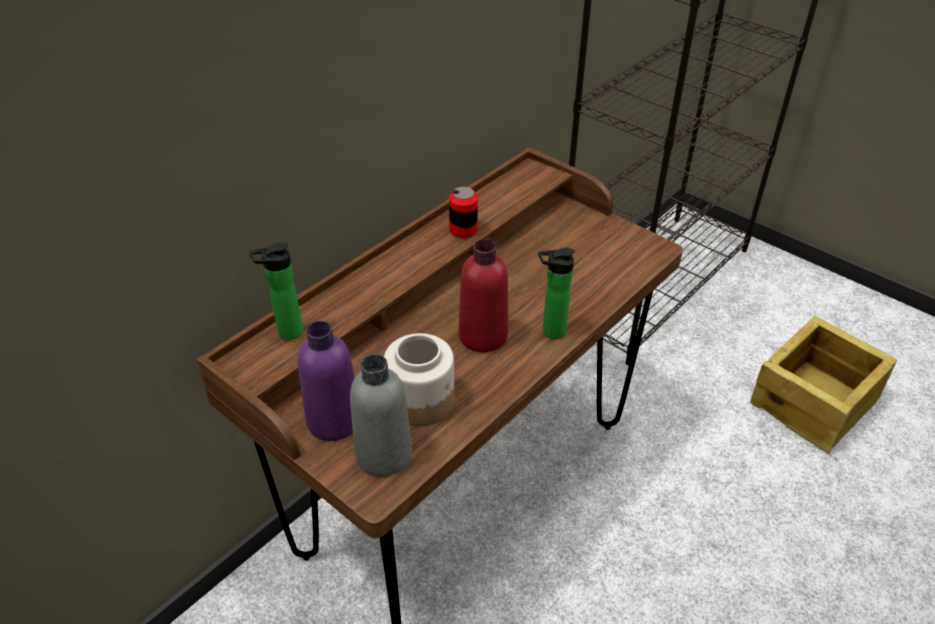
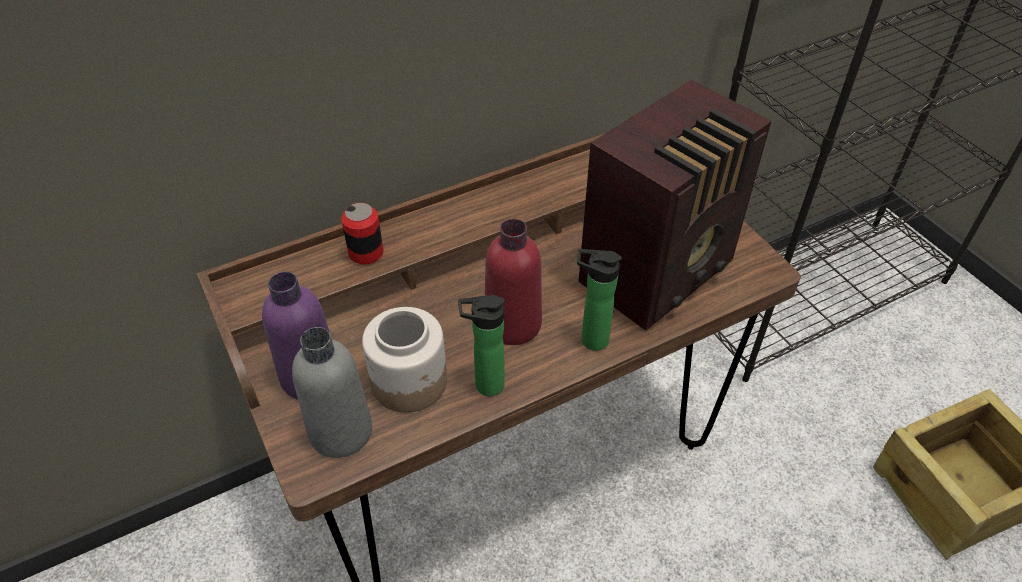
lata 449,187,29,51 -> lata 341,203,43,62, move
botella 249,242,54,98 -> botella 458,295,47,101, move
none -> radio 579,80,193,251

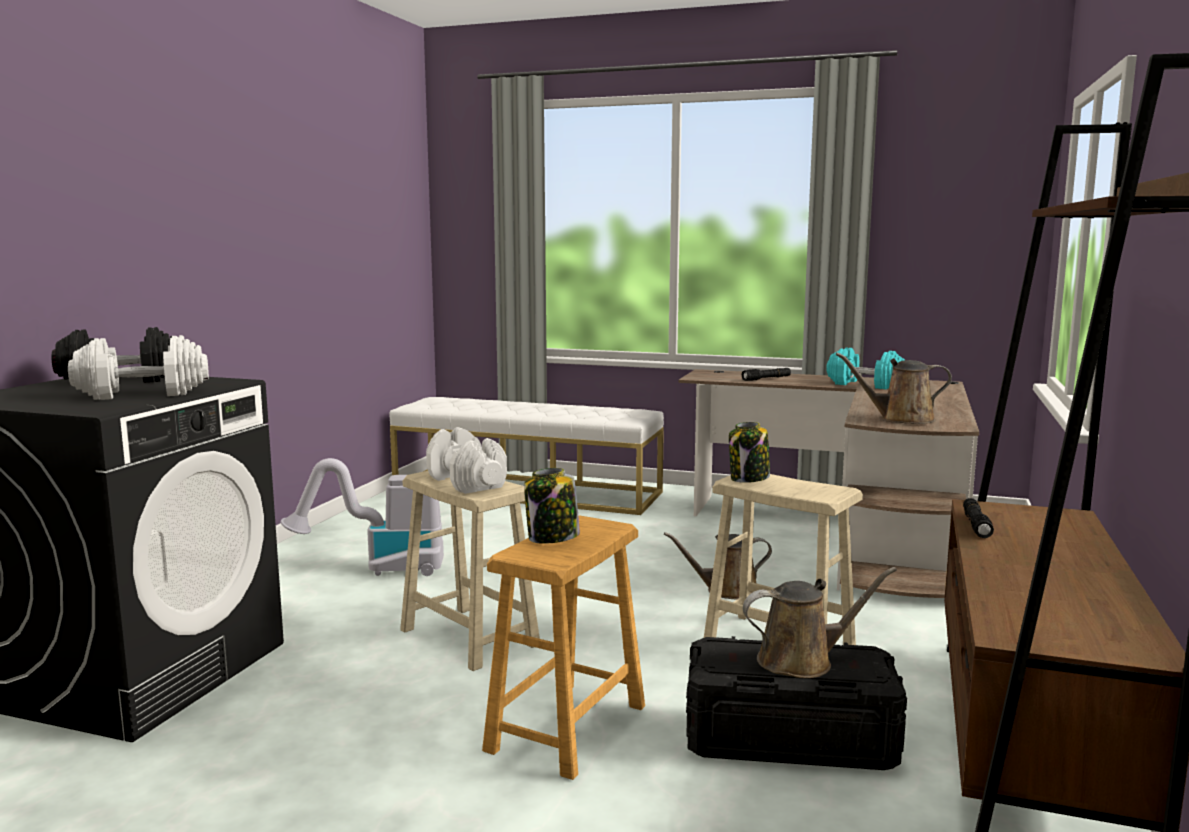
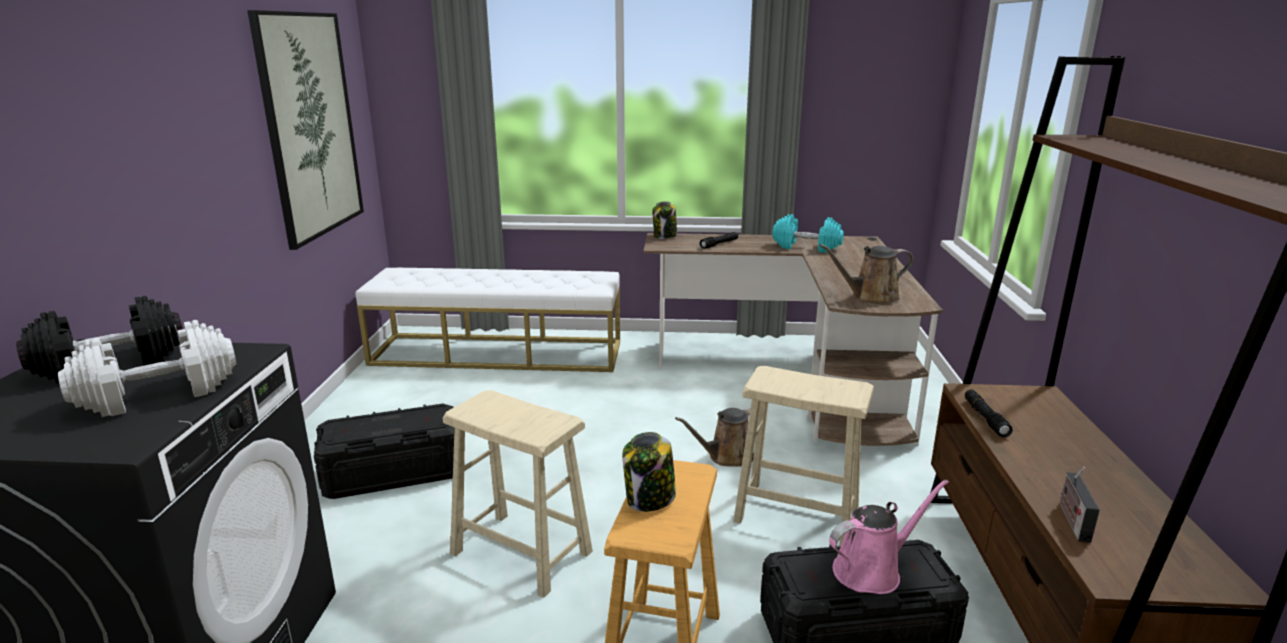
none -> cuadro 247,10,117,240
aspiradora 281,458,163,118 -> caja de almacenaje/negro 314,404,141,95
tarro 729,422,41,61 -> tarro 652,201,25,38, move
regadera/marrón 743,567,154,111 -> regadera/rosa 829,480,120,114
none -> radio 1059,467,41,76
mancuerna/blanco 426,427,81,67 -> none

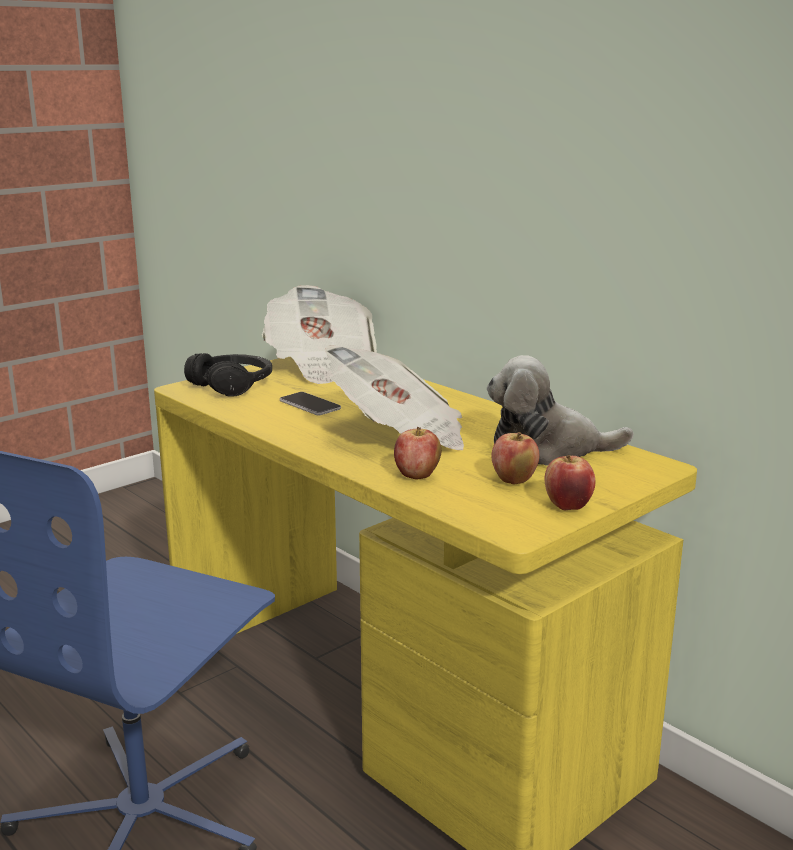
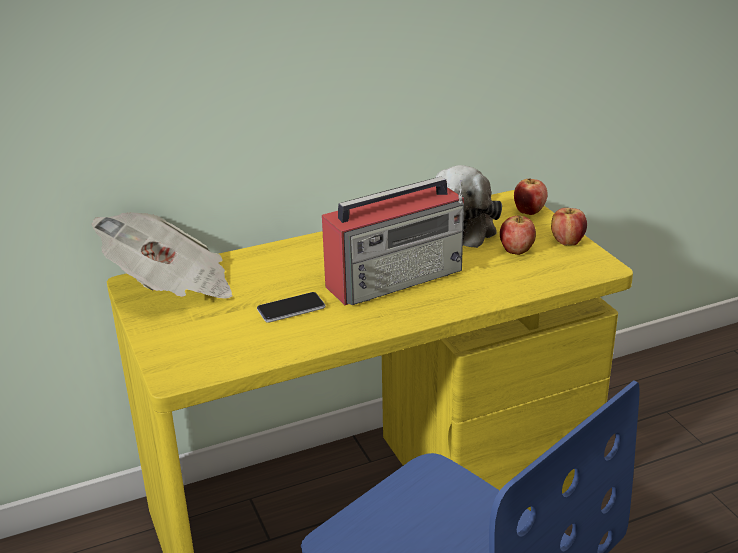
periódico 325,345,139,105 -> radio 322,177,142,128
manzana 394,427,47,53 -> manzana 514,178,33,37, move
auriculares/negro 184,353,88,44 -> none

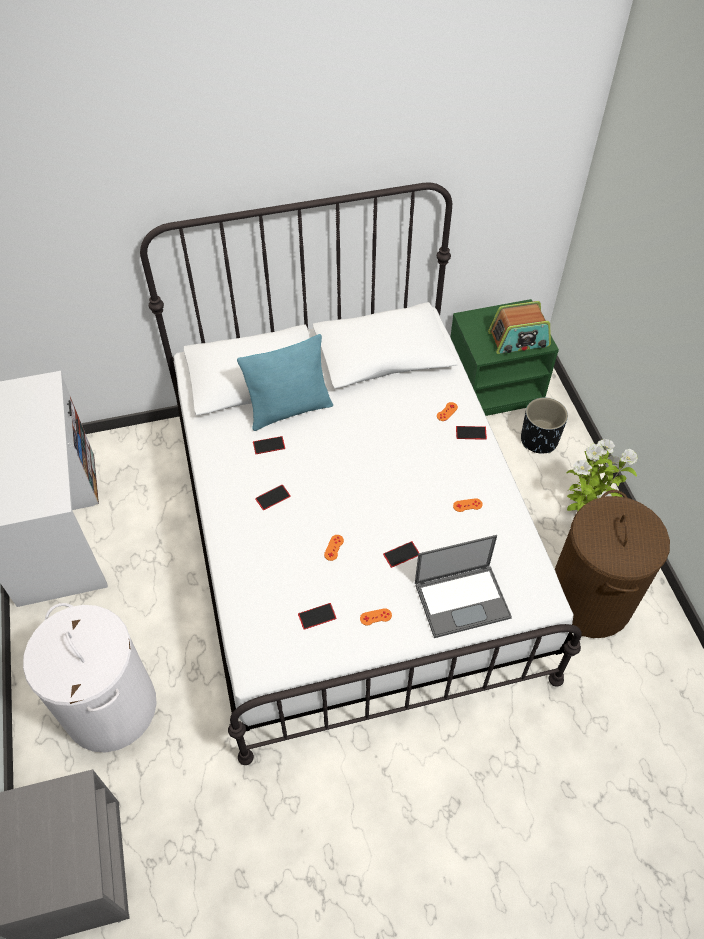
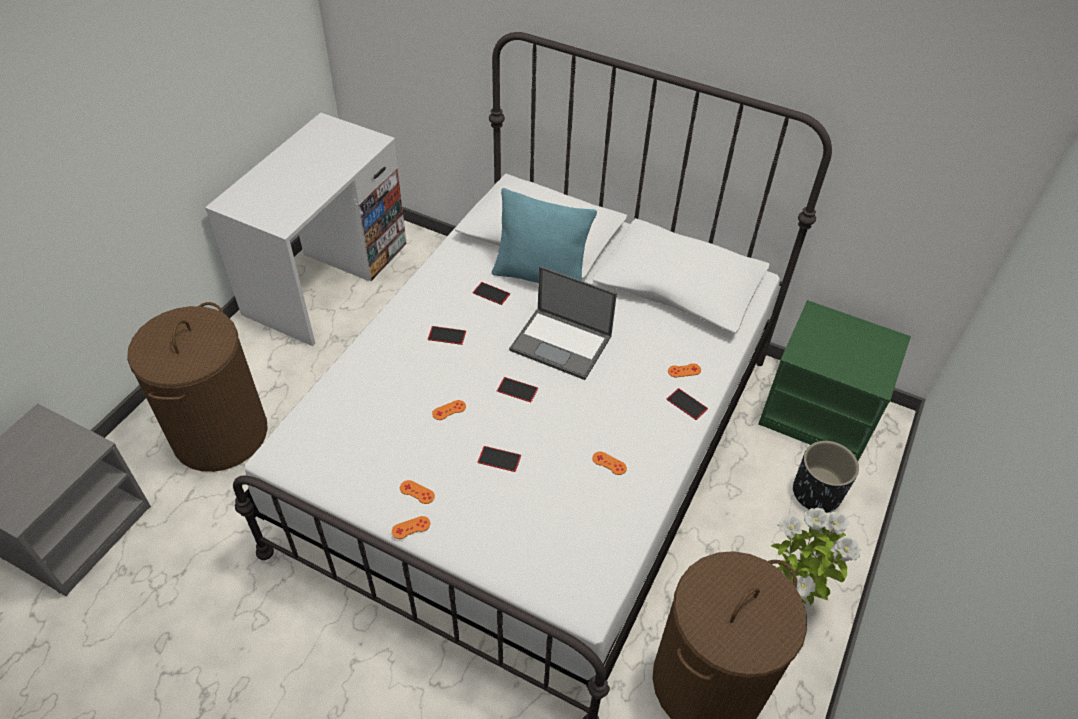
cesto de la ropa/blanco 23,603,134,149 -> cesto de la ropa/marrón 127,302,141,170
none -> mando de consola/naranja 392,516,38,23
móvil 298,603,39,27 -> móvil 497,377,41,25, move
portátil 415,535,97,103 -> portátil 509,266,108,114, move
radio 488,301,63,53 -> none

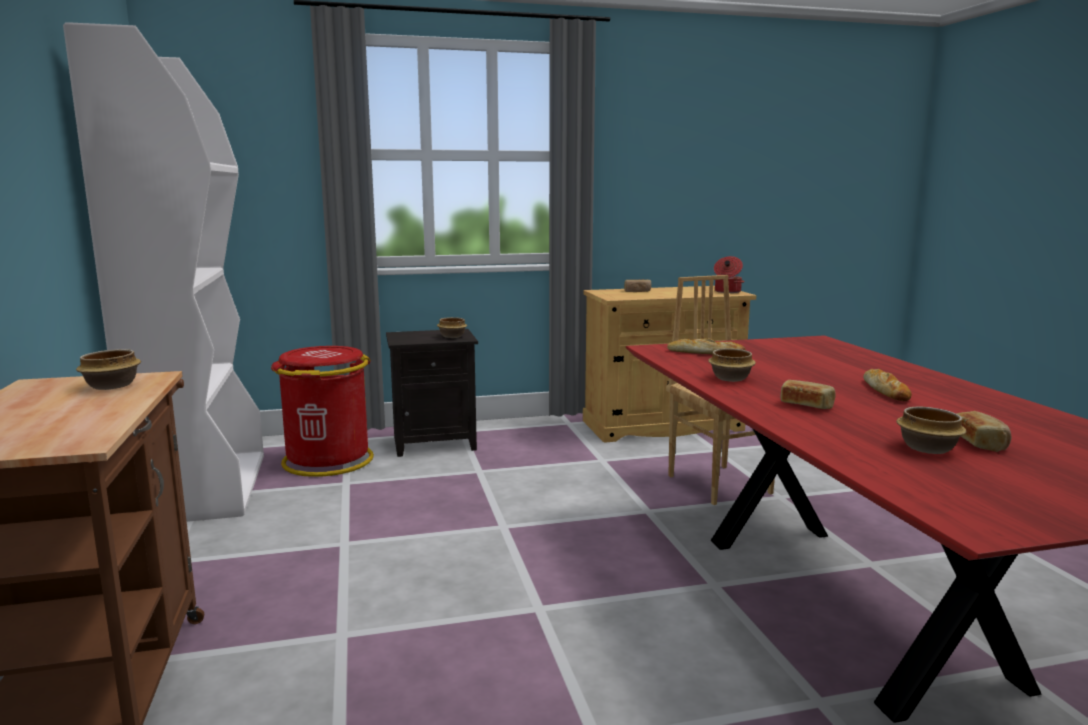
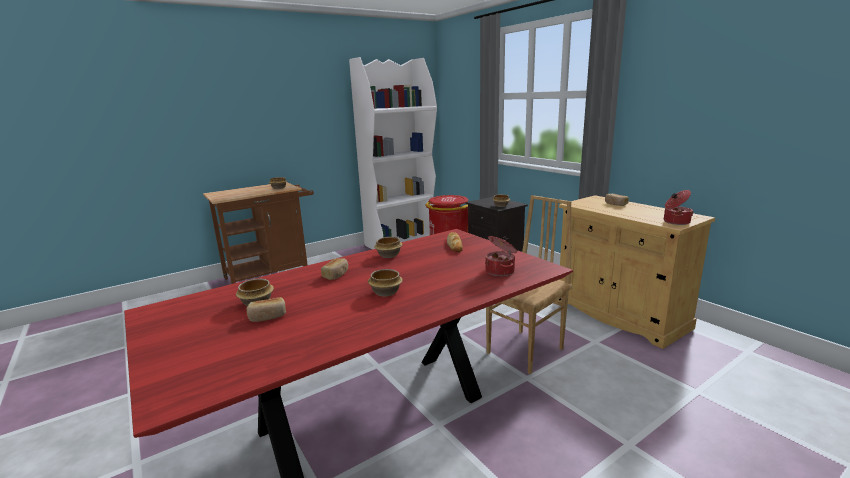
pan 863,368,49,33 -> cuenco 368,269,35,28
none -> olla 485,236,32,40

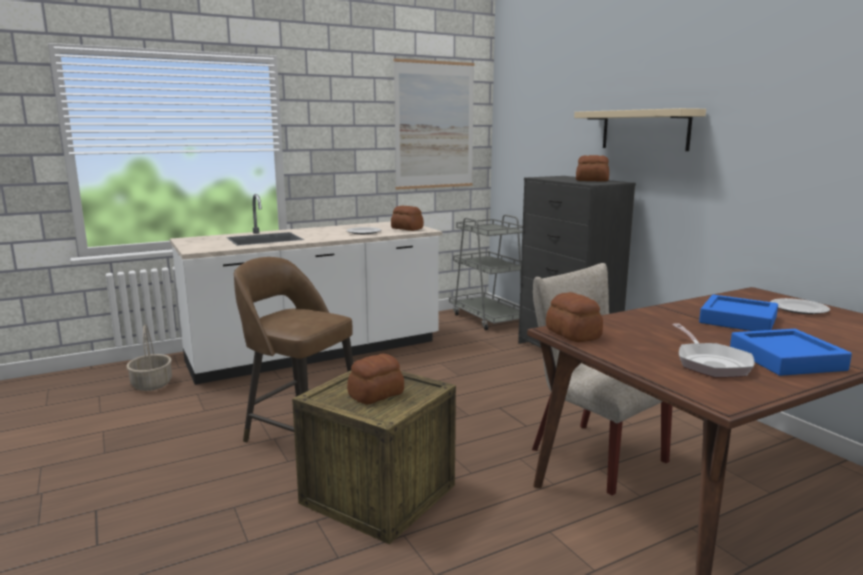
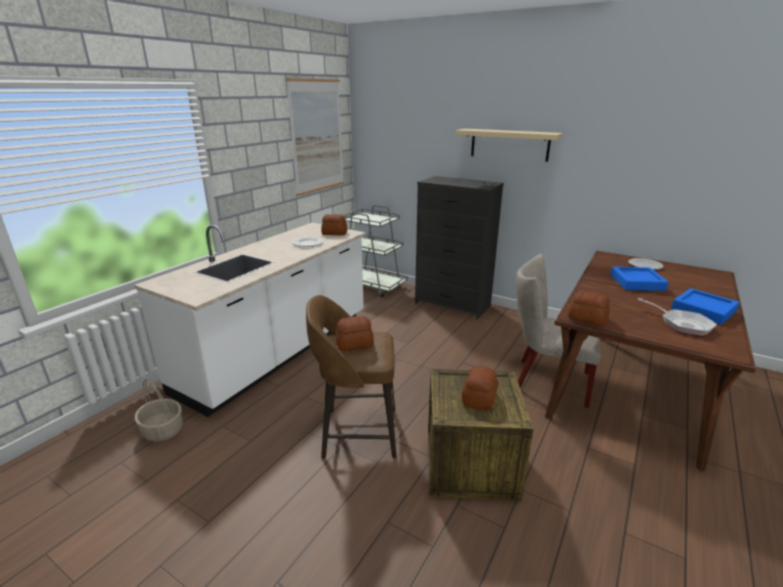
pan 576,155,33,26 -> pan 336,316,38,35, move

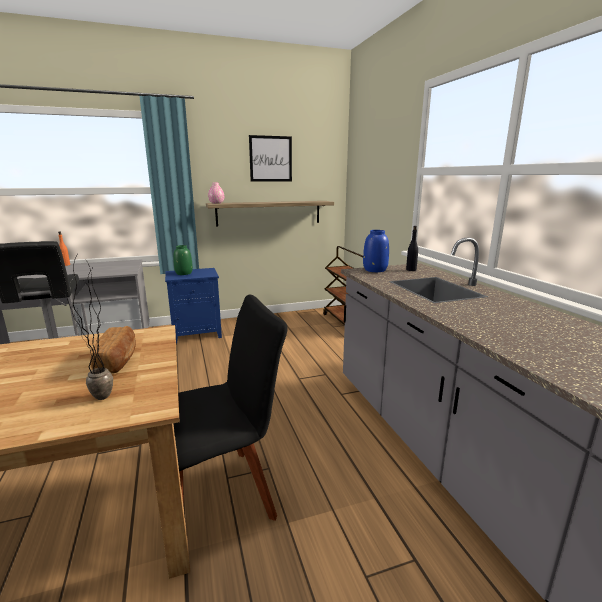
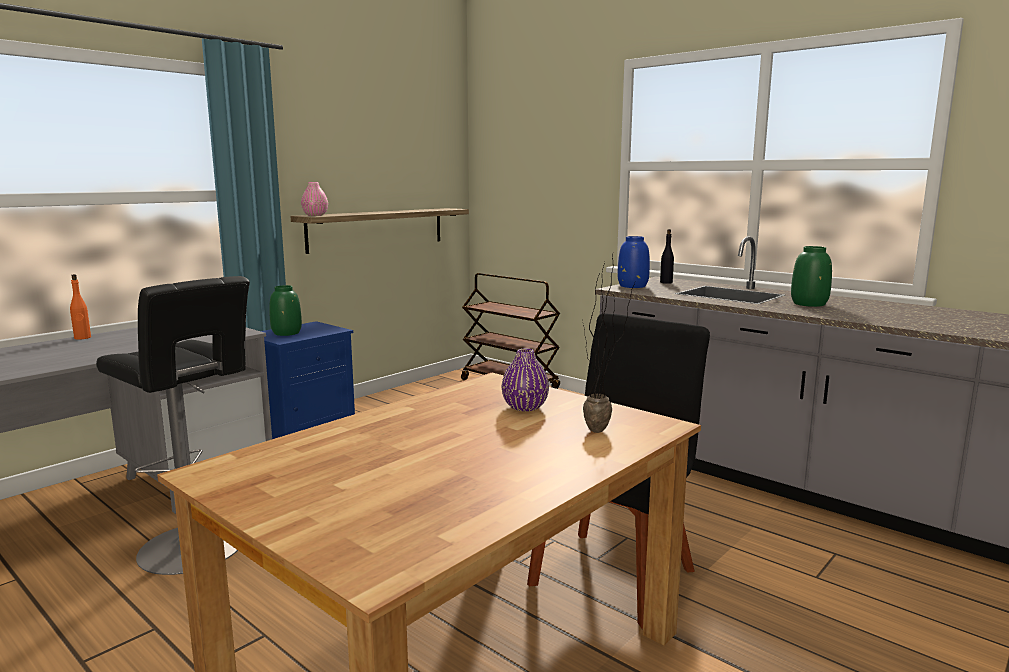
pan 90,326,46,48 -> florero/morado 502,349,47,63
none -> florero/verde 791,246,41,61
cuadro 249,135,43,47 -> none

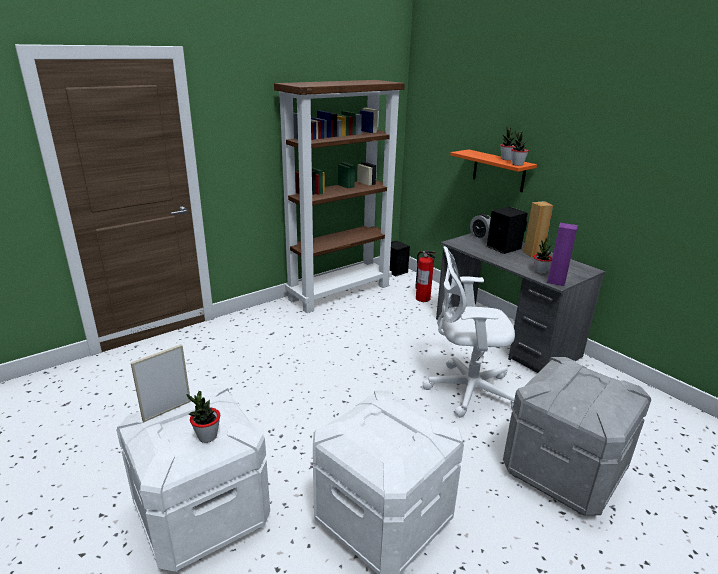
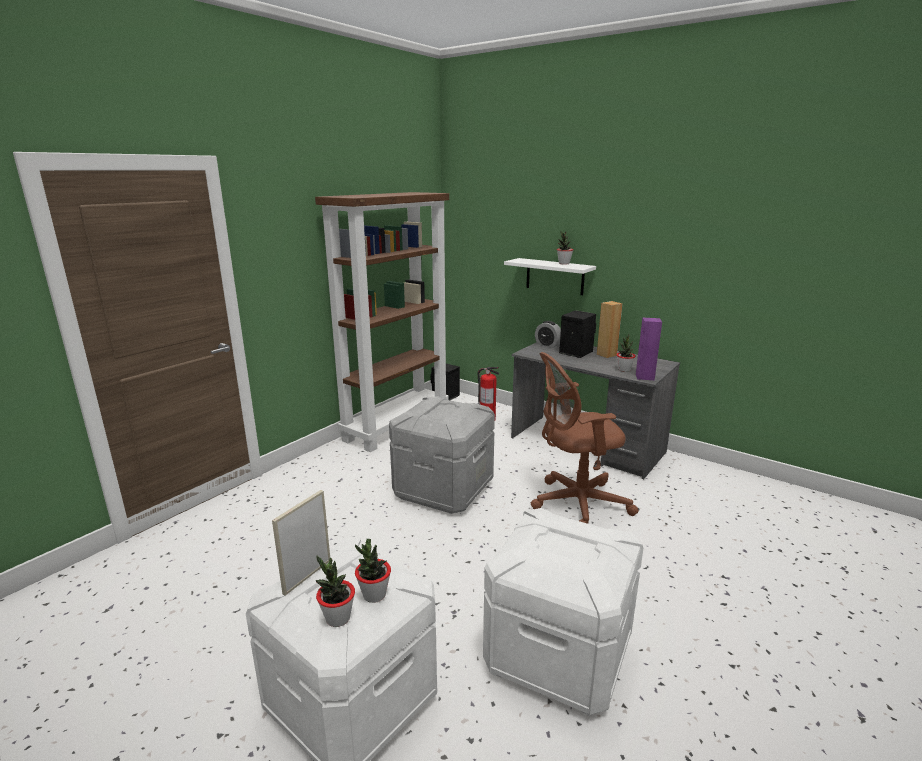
planta en maceta 511,130,18,36 -> planta en maceta 316,556,39,71, move
caja de almacenaje/gris 503,357,148,159 -> caja de almacenaje/gris 389,396,106,118, move
estante/naranja 450,149,87,43 -> estante/blanco 504,258,92,37
silla de oficina/blanco 422,246,93,171 -> silla de oficina/marrón 531,352,108,172

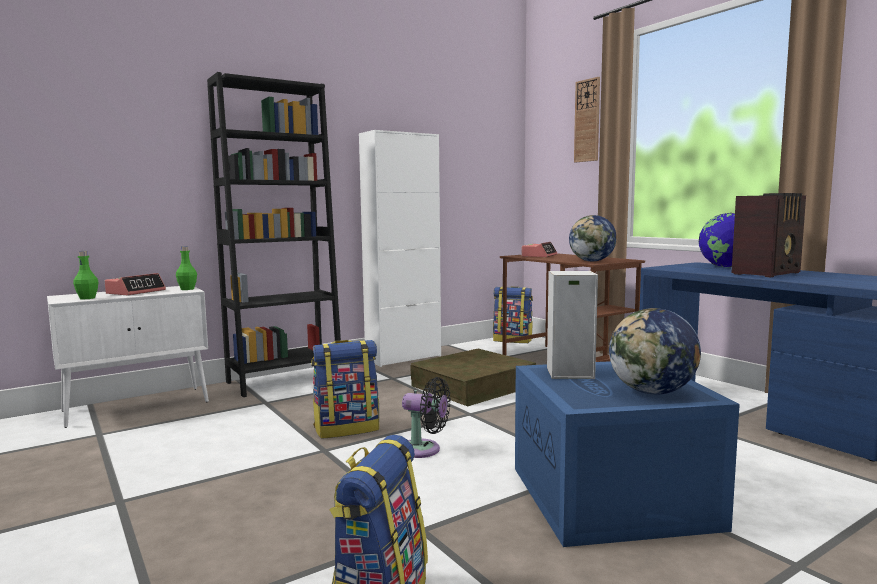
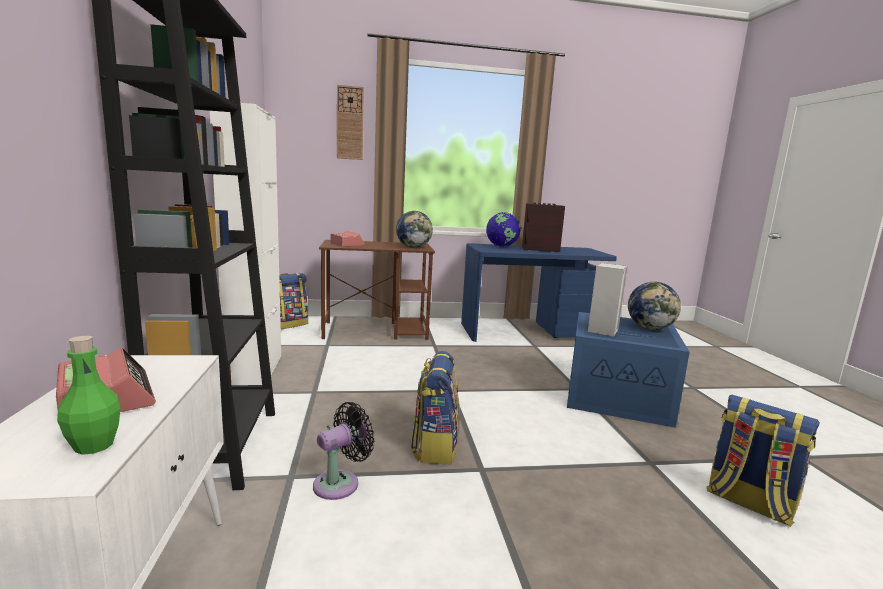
ventilador/negro 402,377,49,81 -> ventilador/negro 313,402,61,98, move
radio 731,193,75,84 -> radio 522,203,43,50, 75 degrees counterclockwise
botella/verde 176,246,21,44 -> none
caja de almacenaje/marrón 410,349,126,57 -> none

